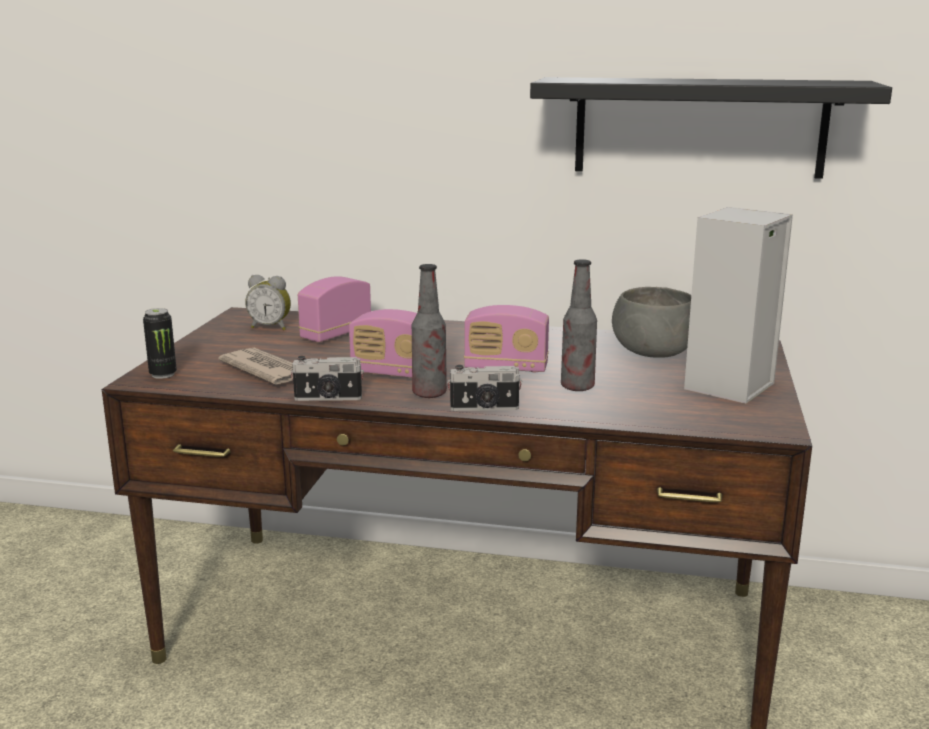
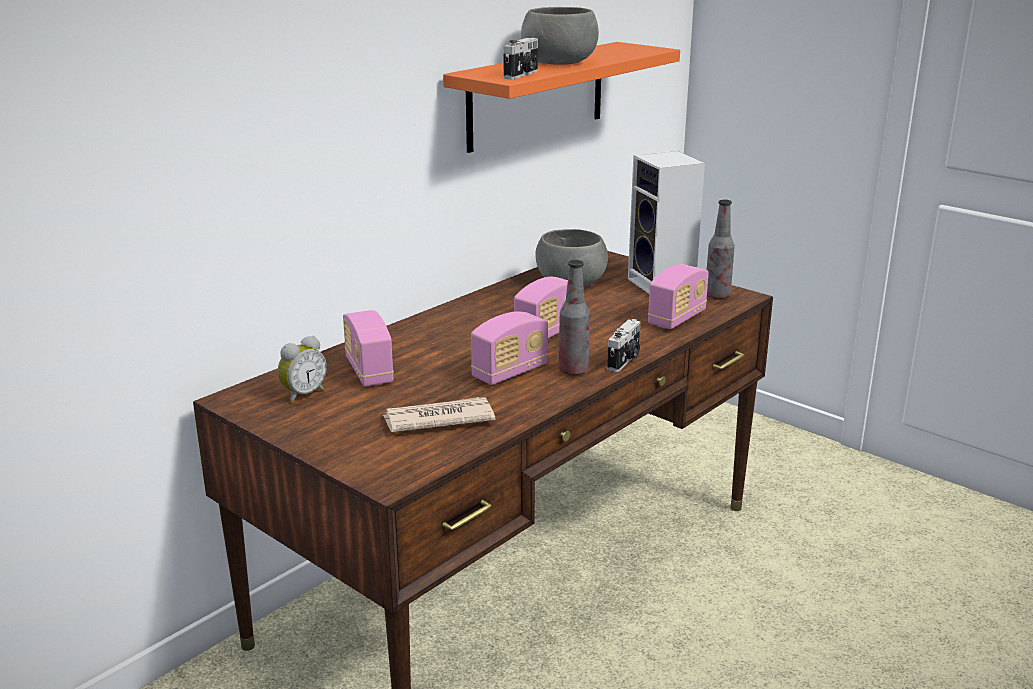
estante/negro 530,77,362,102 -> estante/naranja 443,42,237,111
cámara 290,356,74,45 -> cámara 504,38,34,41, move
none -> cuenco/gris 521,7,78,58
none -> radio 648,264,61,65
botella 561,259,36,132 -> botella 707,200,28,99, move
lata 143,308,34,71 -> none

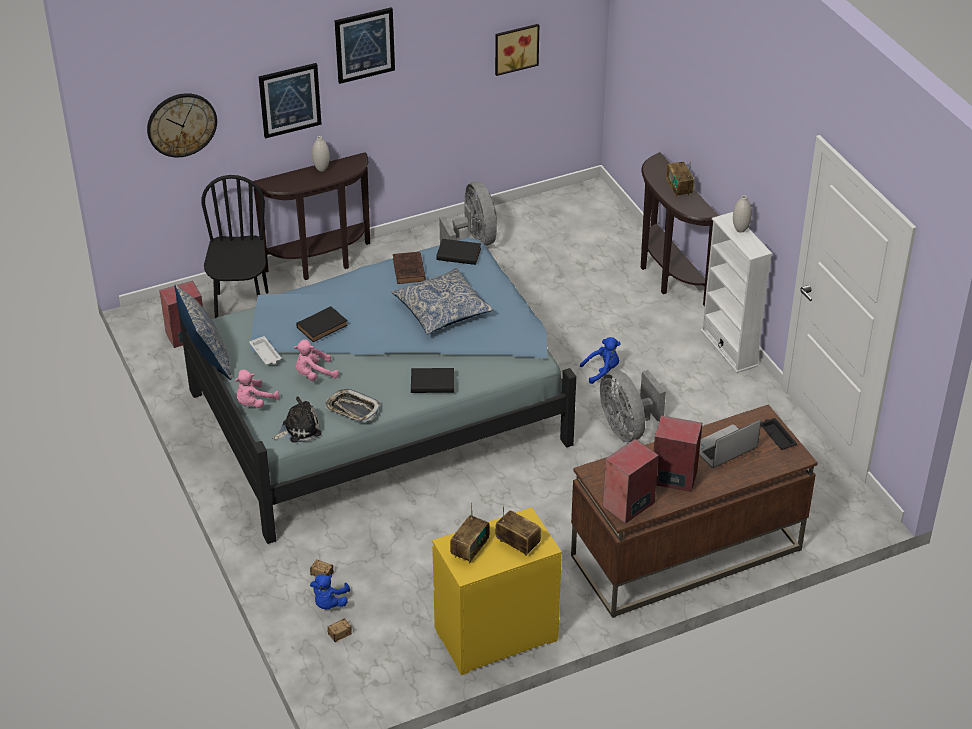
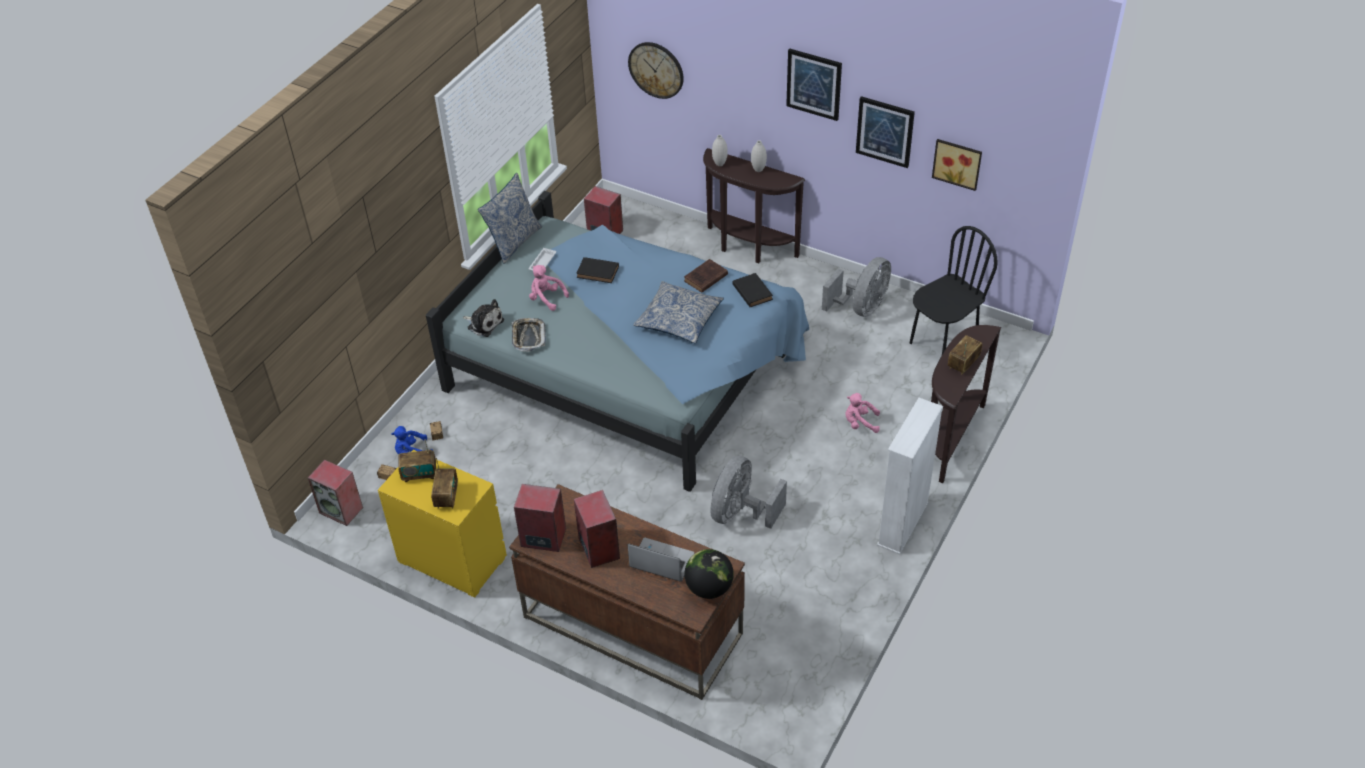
none -> altavoz 308,460,55,66
bandeja/negro 761,418,36,32 -> globo terráqueo 684,549,50,50
florero/blanco 733,195,19,38 -> florero/blanco 712,135,16,31, move
peluche/rosa 235,369,45,39 -> peluche/rosa 846,393,34,40, move
cuadro 259,63,63,76 -> cuadro 856,96,59,72, move
silla/negro 201,175,68,143 -> silla/negro 910,226,88,128, move
libro/negro 411,368,43,25 -> none
peluche/azul 580,337,40,47 -> none

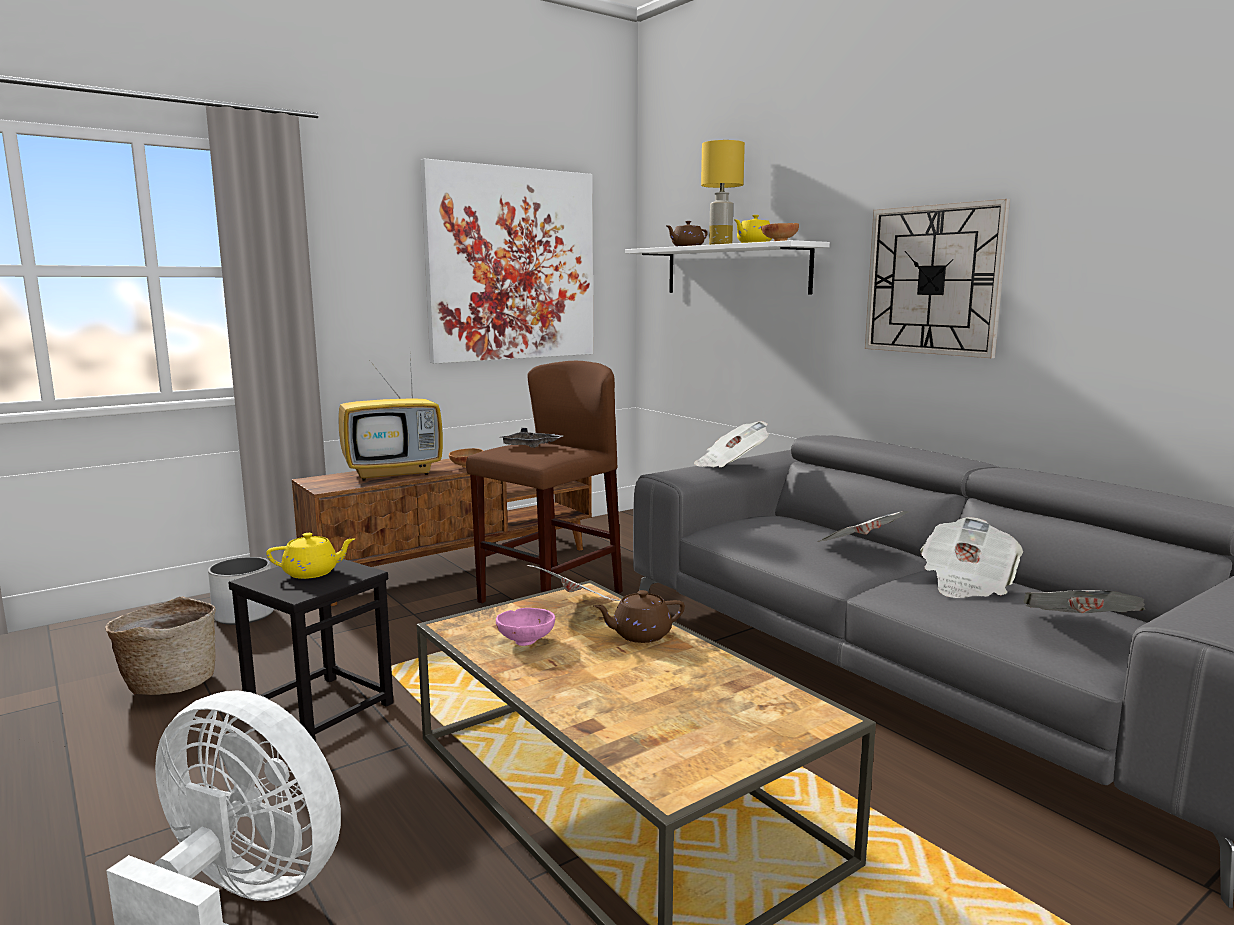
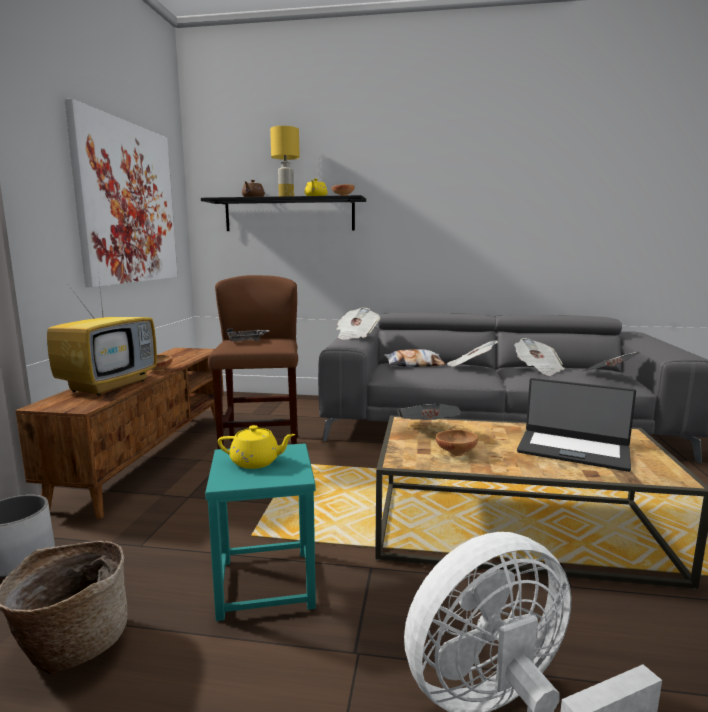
estante/blanco 625,240,205,55 -> estante/negro 201,195,165,36
taburete/negro 229,559,165,183 -> taburete/turquesa 205,443,111,178
tetera/amarillo 266,533,89,46 -> tetera/amarillo 218,425,77,44, 60 degrees clockwise
none -> cojín 384,349,62,18
cuenco/rosa 496,608,59,38 -> cuenco/marrón 436,430,42,26
none -> portátil 517,378,119,94
tetera/marrón 593,590,92,53 -> none
reloj de pared 865,199,145,159 -> none

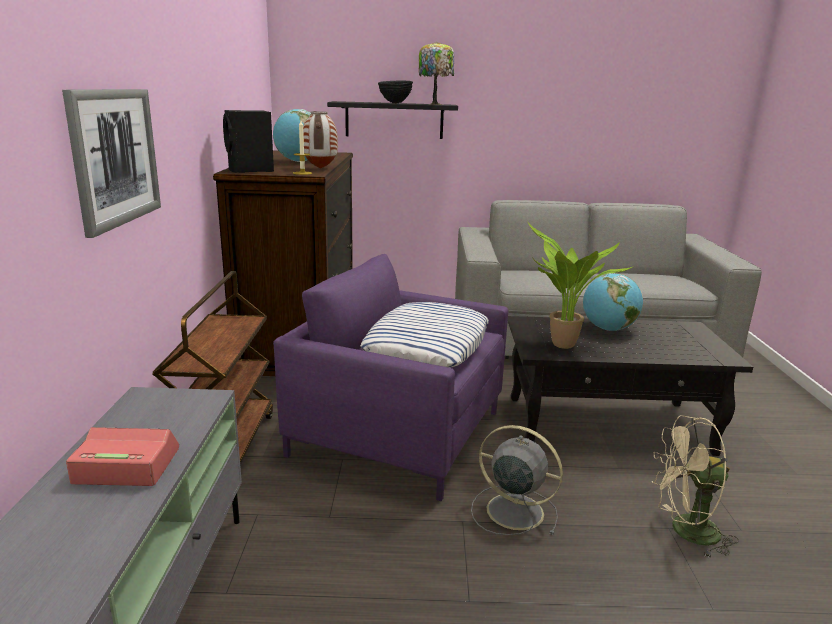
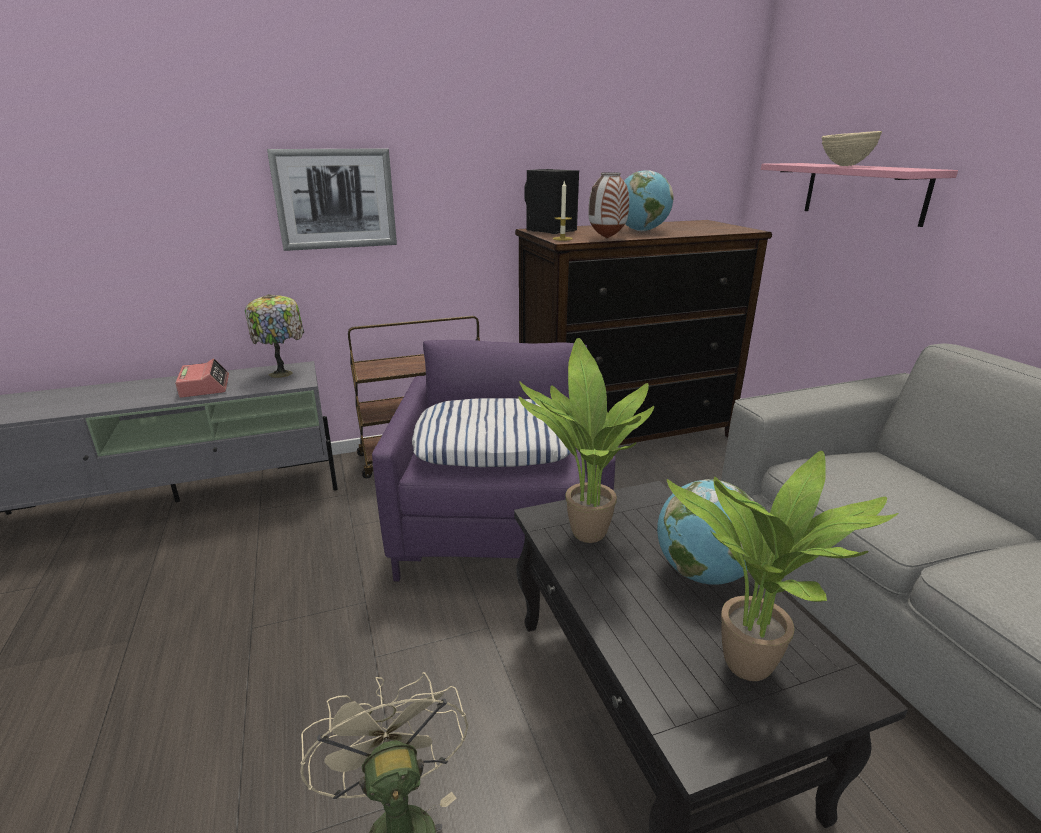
lámpara de mesa 419,42,35,63 -> lámpara de mesa 245,294,59,84, move
none -> planta en maceta 667,451,232,230
estante/negro 327,101,131,38 -> estante/rosa 761,163,197,64
cuenco/negro 378,81,35,22 -> cuenco/beis 822,131,60,35
ventilador/gris 471,425,92,110 -> none

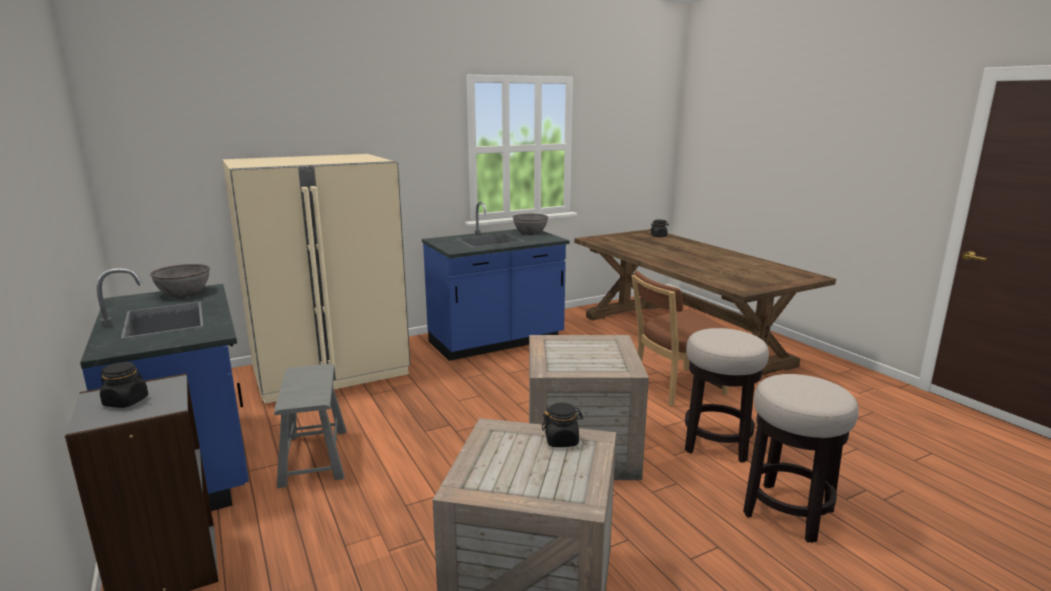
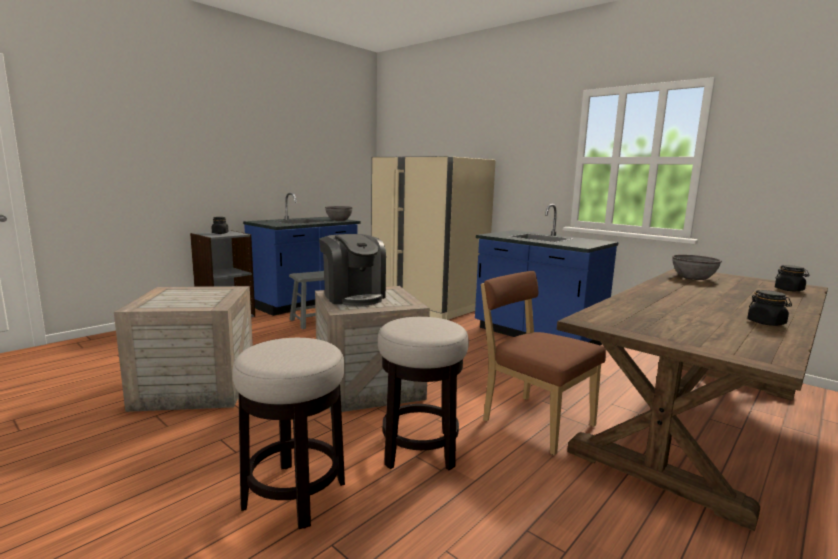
none -> cafetera 319,234,67,72
cuenco/gris 513,214,35,21 -> cuenco/gris 672,255,50,25, move
tarro/negro 542,403,41,44 -> tarro/negro 747,290,45,36, move

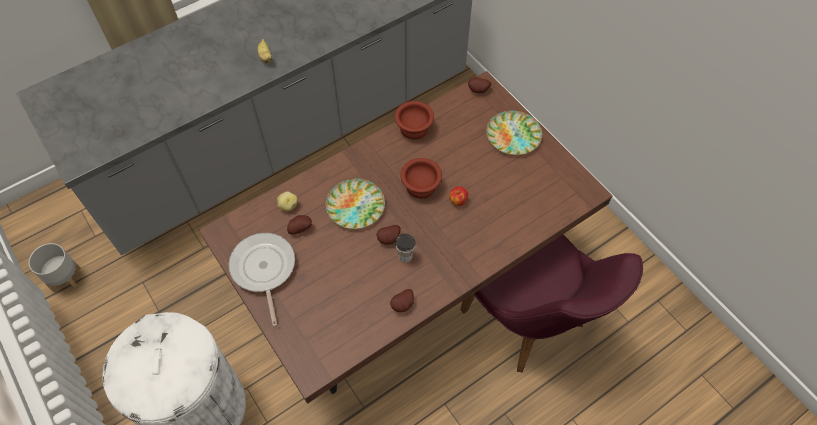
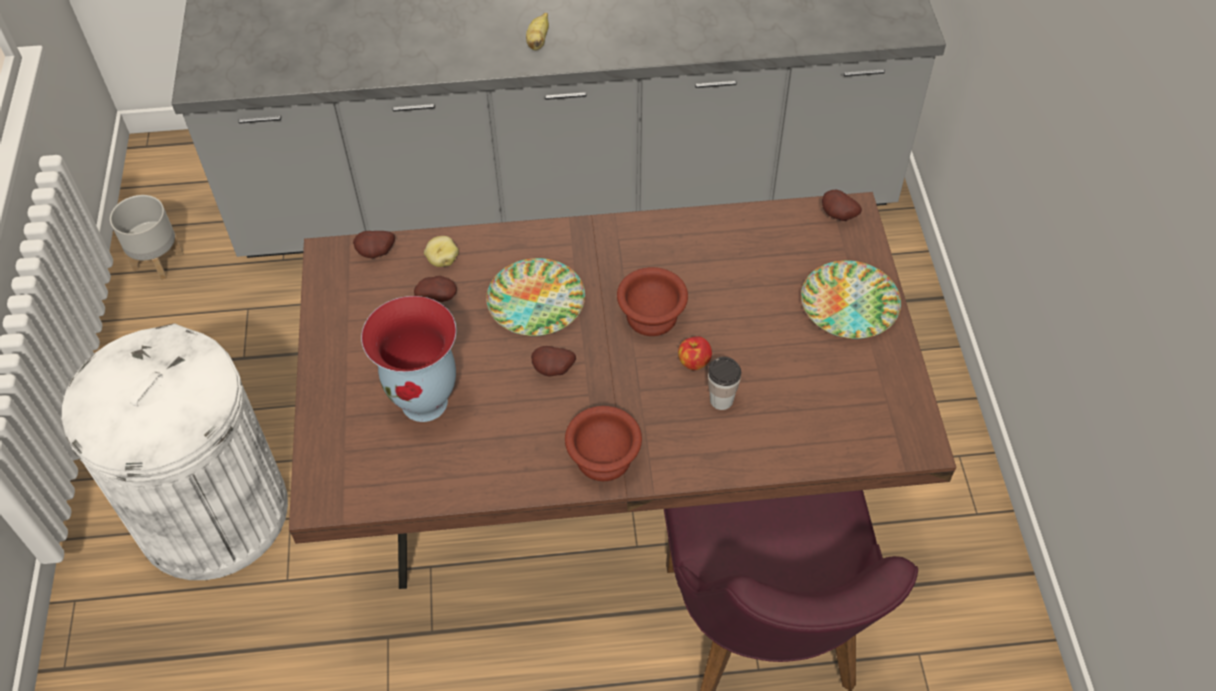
patata 390,289,24,23 -> patata 353,231,42,27, move
none -> florero 361,296,96,126
cuenco/marrón 395,101,39,38 -> cuenco/marrón 565,406,77,75, move
taza 395,234,20,29 -> taza 708,357,33,53, move
sartén 229,233,66,94 -> none

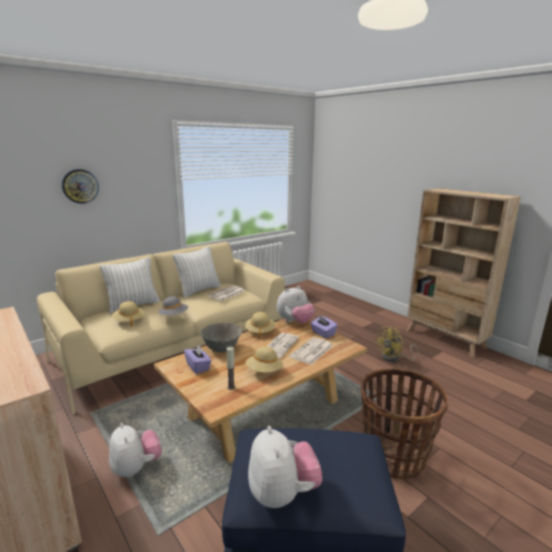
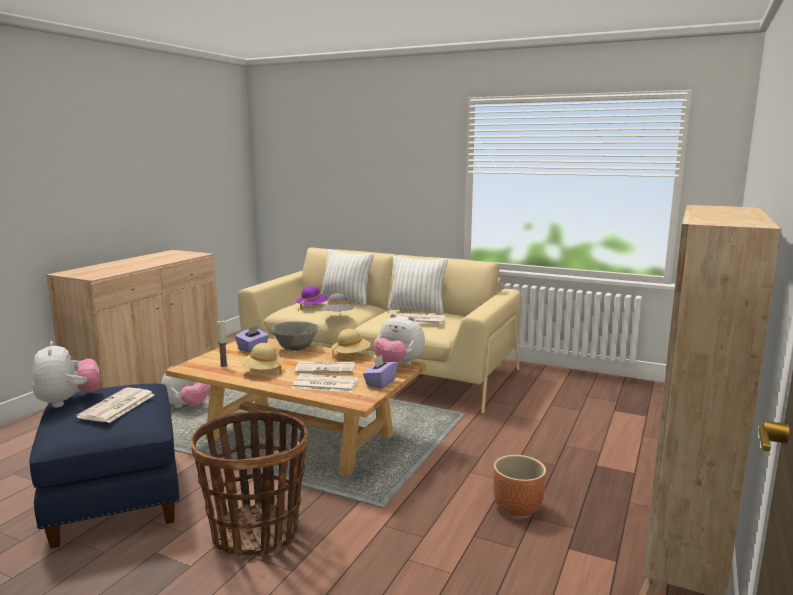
peluche 248,426,74,82 -> peluche 32,341,68,67, 75 degrees counterclockwise
none -> periódico 76,387,79,36
sombrero/beis 113,301,31,26 -> sombrero/morado 296,286,32,25
ventilador/amarillo 375,327,44,35 -> maceta/marrón 493,455,53,61
reloj de pared 62,169,37,35 -> none

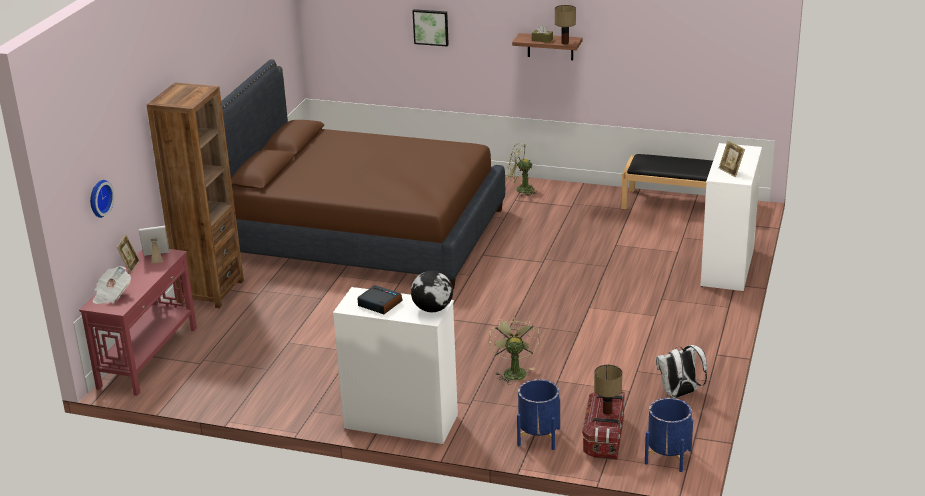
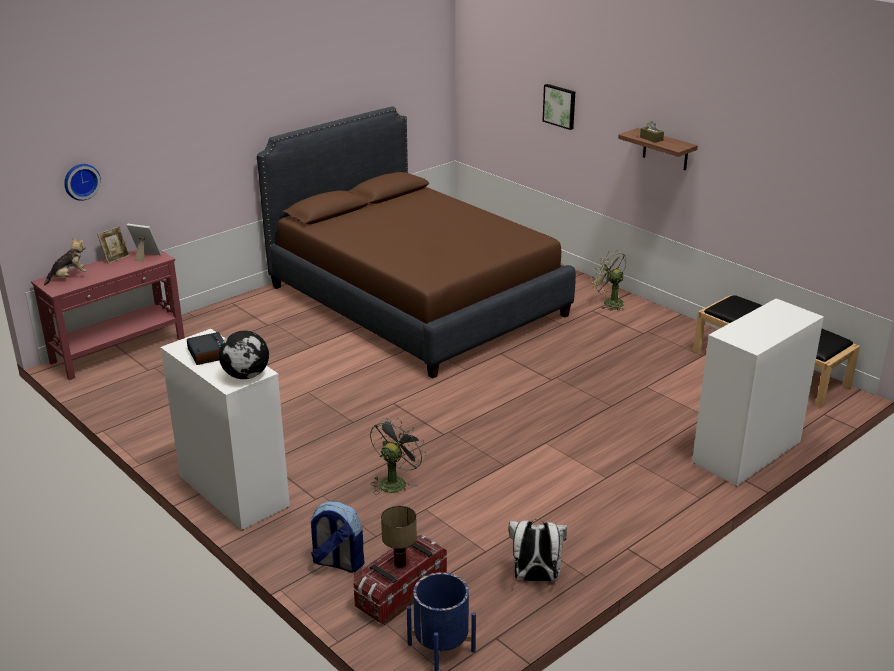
periódico 92,266,39,38 -> peluche 44,238,43,47
maceta/azul 517,379,43,71 -> mochila 310,501,54,72
ventilador/verde 489,316,51,69 -> ventilador/gris 370,418,56,77
estantería/marrón 147,82,97,226 -> none
lámpara de mesa 555,5,21,40 -> none
portarretratos 719,140,26,37 -> none

